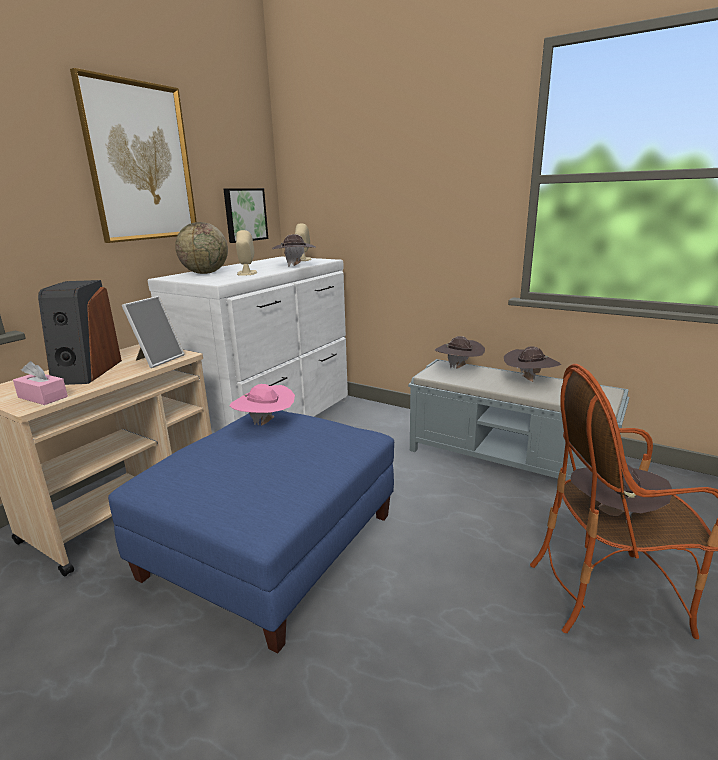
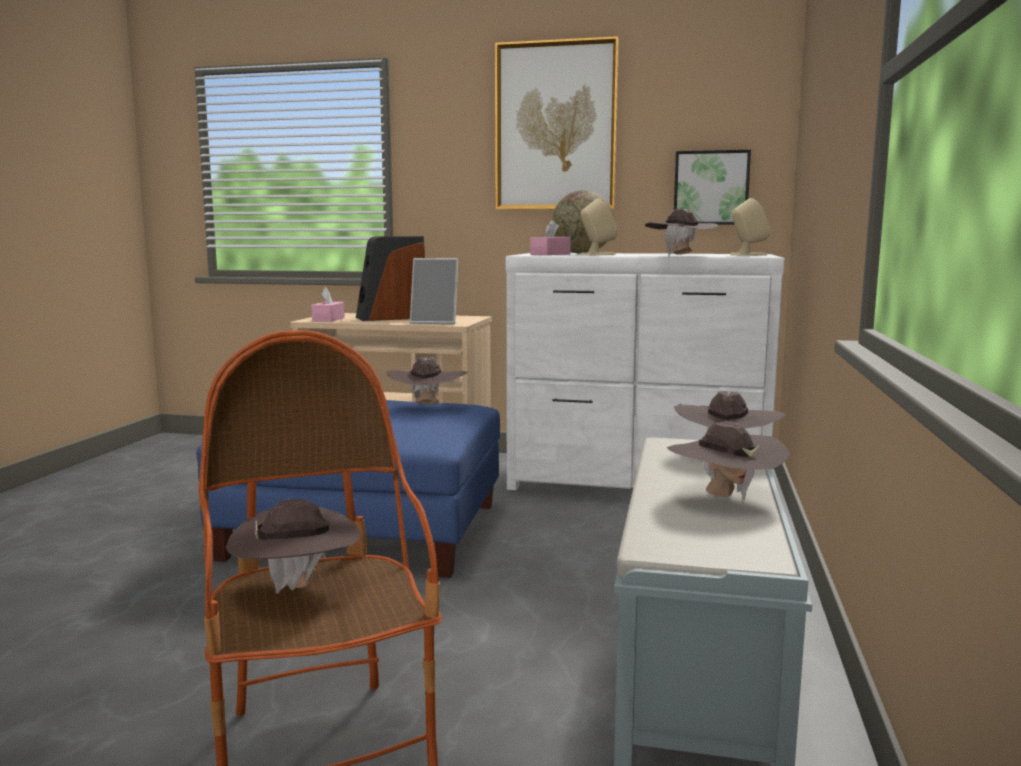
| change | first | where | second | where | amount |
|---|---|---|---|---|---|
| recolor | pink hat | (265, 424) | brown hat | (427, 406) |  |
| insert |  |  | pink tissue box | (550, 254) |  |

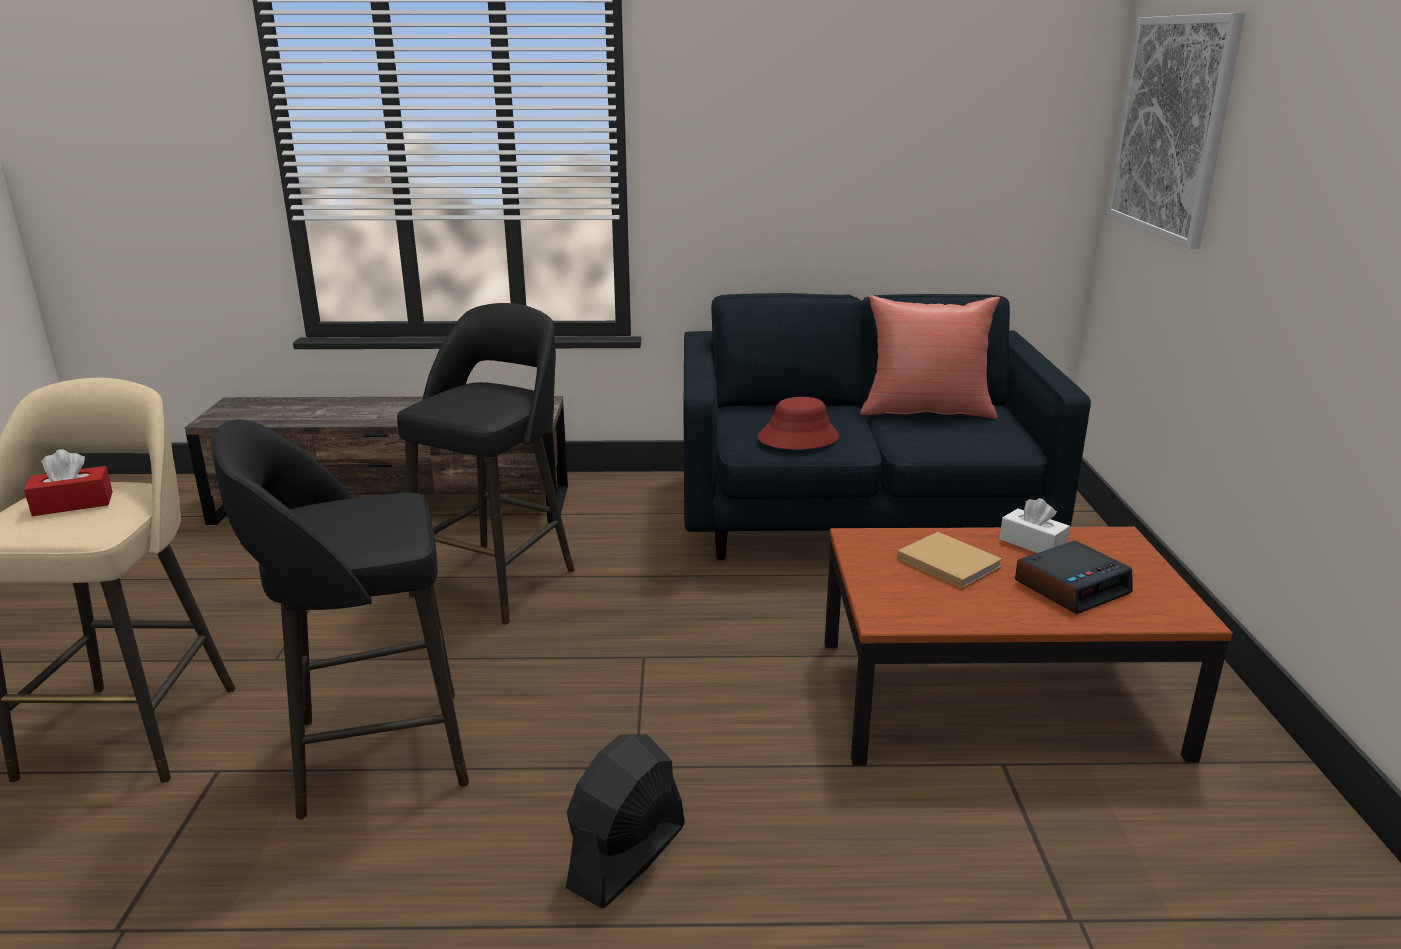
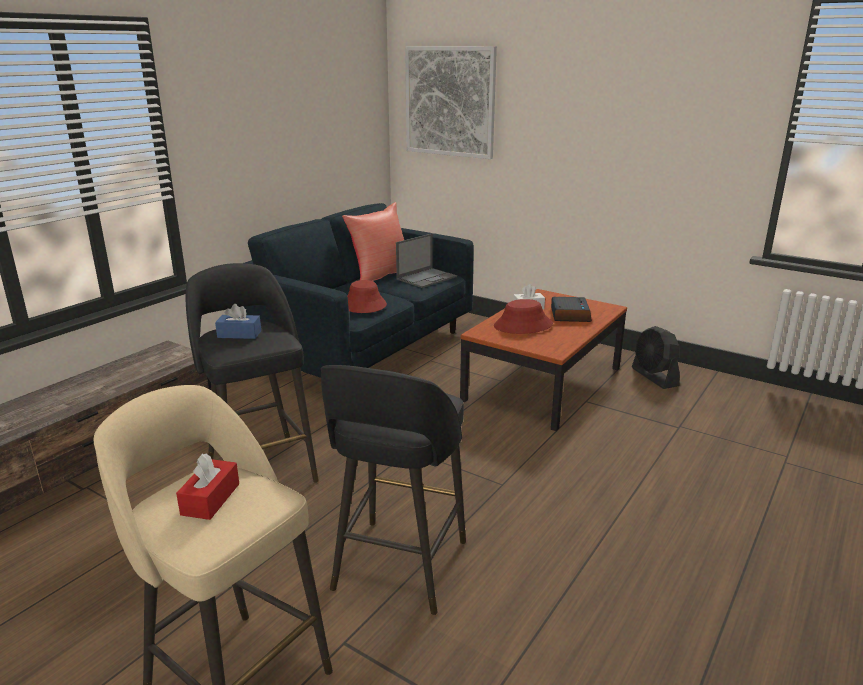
| change | first | where | second | where | amount |
|---|---|---|---|---|---|
| move | black fan | (627, 857) |  | (654, 377) |  |
| replace | beige book | (946, 562) | red hat | (523, 325) |  |
| insert |  |  | blue tissue box | (239, 334) |  |
| insert |  |  | laptop | (427, 278) |  |

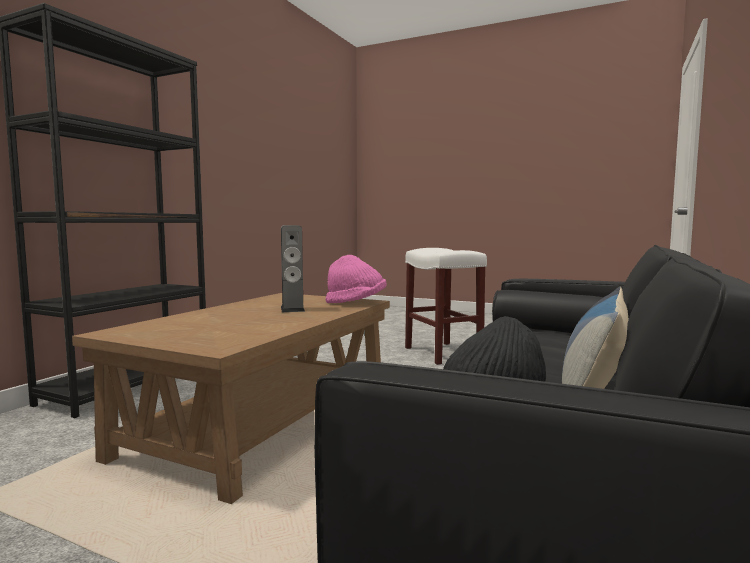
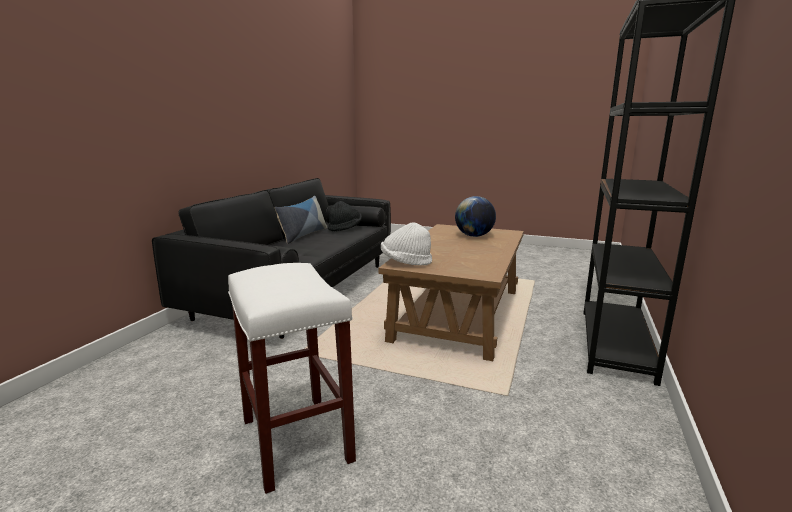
| change | first | where | second | where | amount |
|---|---|---|---|---|---|
| delete | speaker | (292, 309) |  |  |  |
| recolor | pink hat | (356, 302) | white hat | (406, 262) |  |
| insert |  |  | globe | (474, 236) |  |

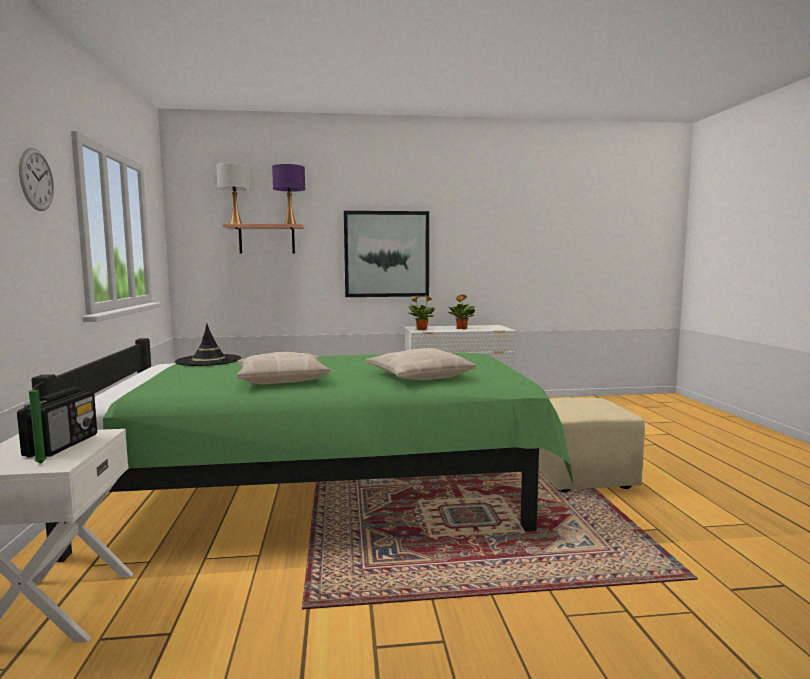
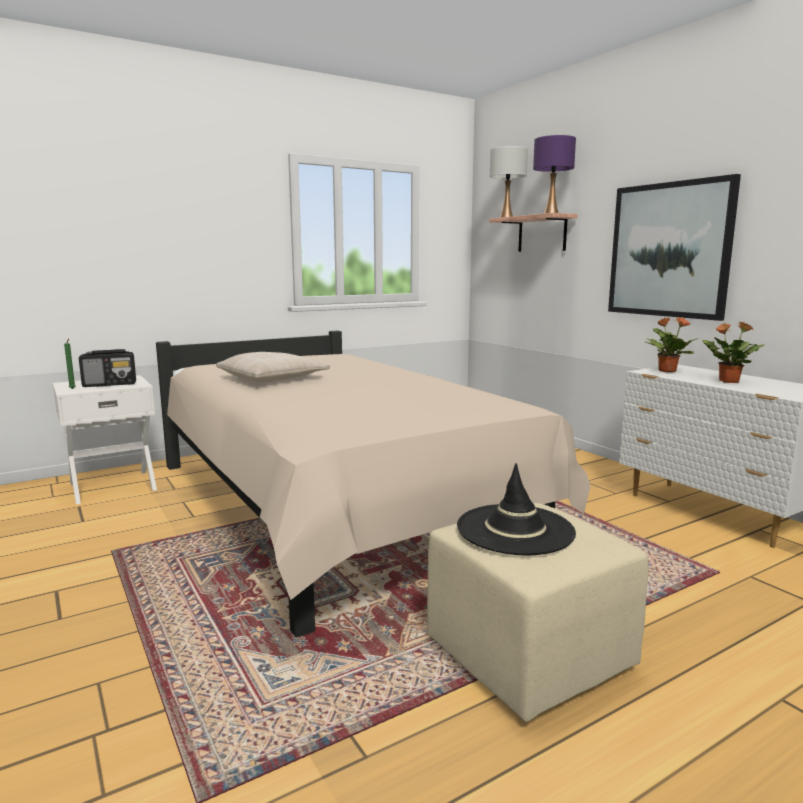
| change | first | where | second | where | amount |
|---|---|---|---|---|---|
| delete | wall clock | (36, 179) |  |  |  |
| recolor | green bed | (328, 490) | beige bed | (333, 508) |  |
| move | black hat | (209, 361) |  | (515, 530) |  |
| delete | beige pillow | (419, 376) |  |  |  |

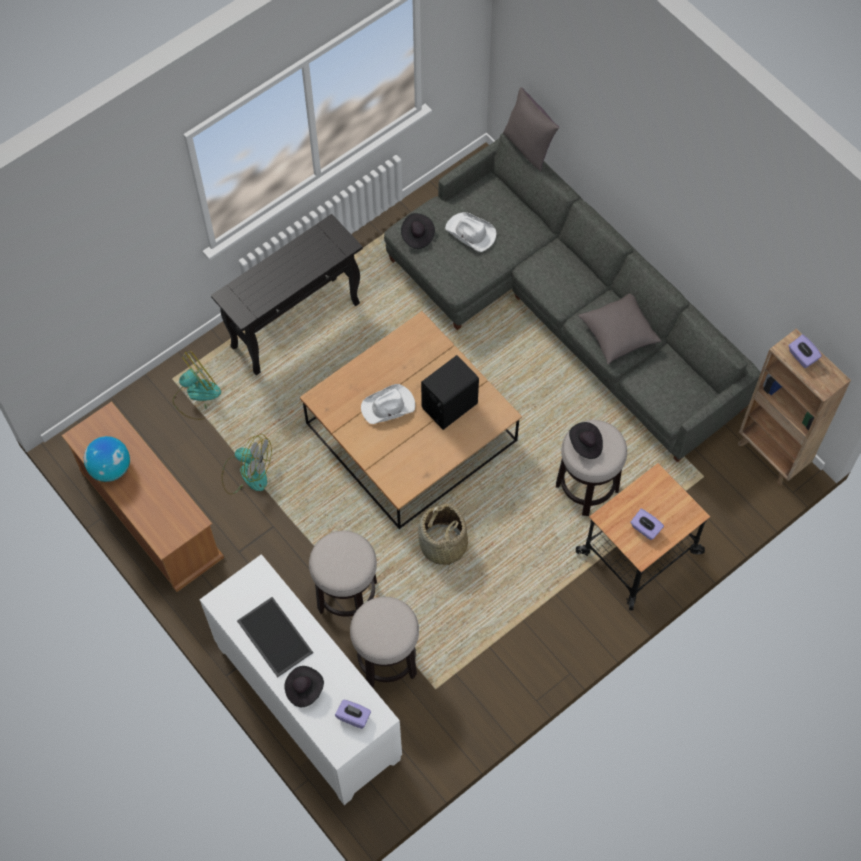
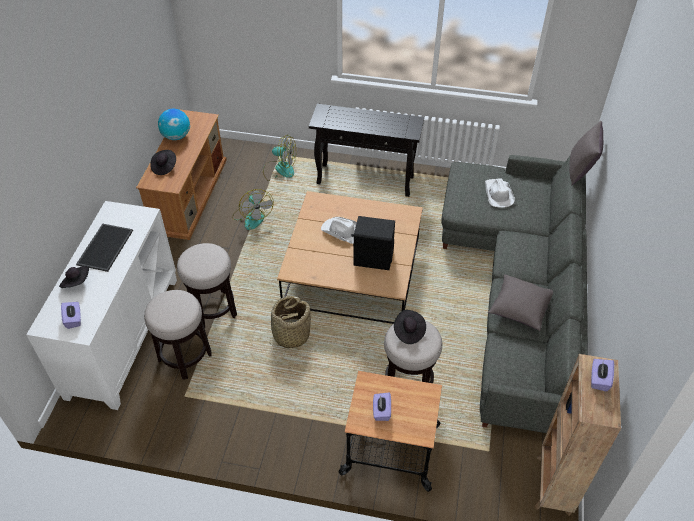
| change | first | where | second | where | amount |
|---|---|---|---|---|---|
| move | black hat | (417, 235) |  | (164, 167) |  |

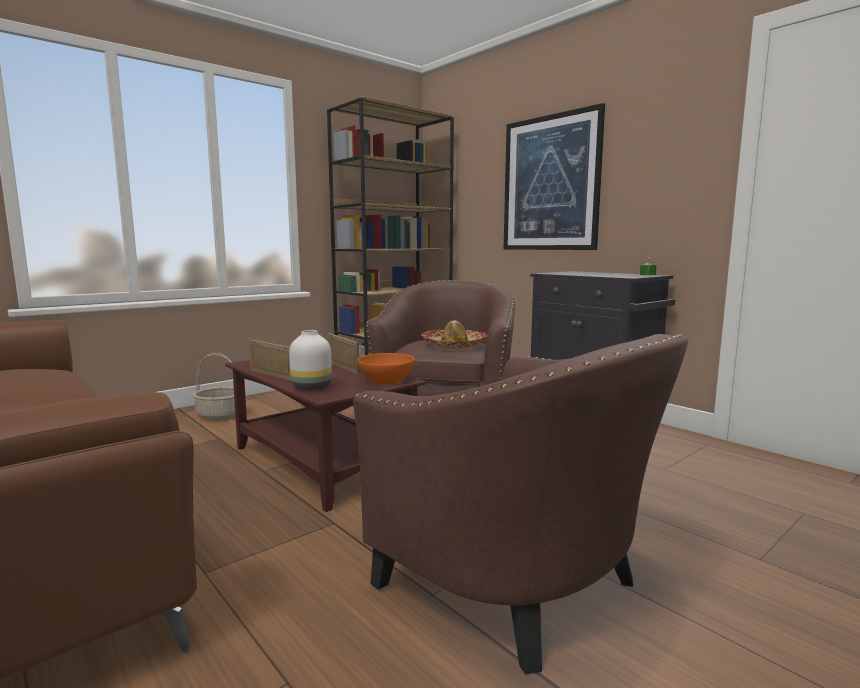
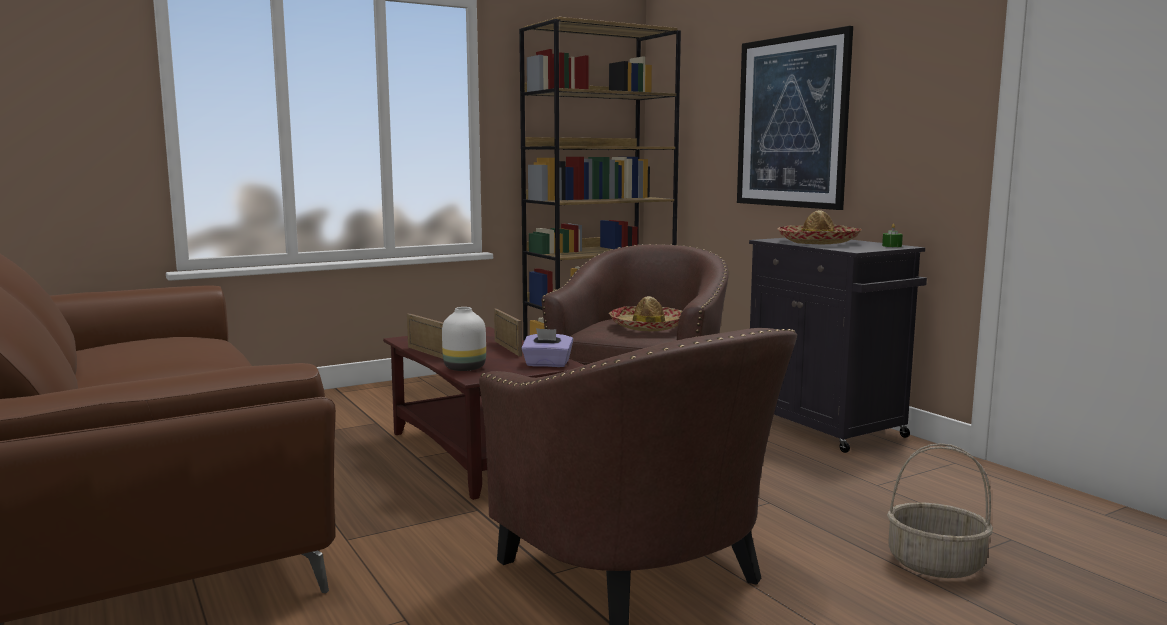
| change | first | where | second | where | amount |
|---|---|---|---|---|---|
| move | basket | (221, 415) |  | (936, 564) |  |
| replace | orange bowl | (386, 380) | purple tissue box | (547, 364) |  |
| insert |  |  | hat | (818, 242) |  |

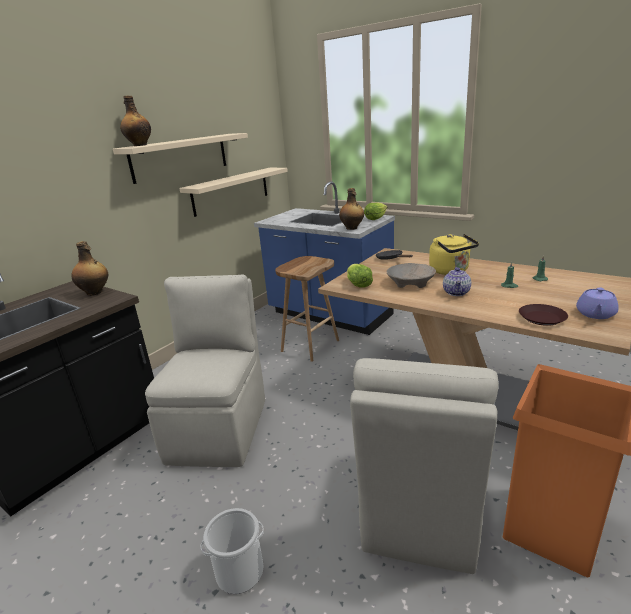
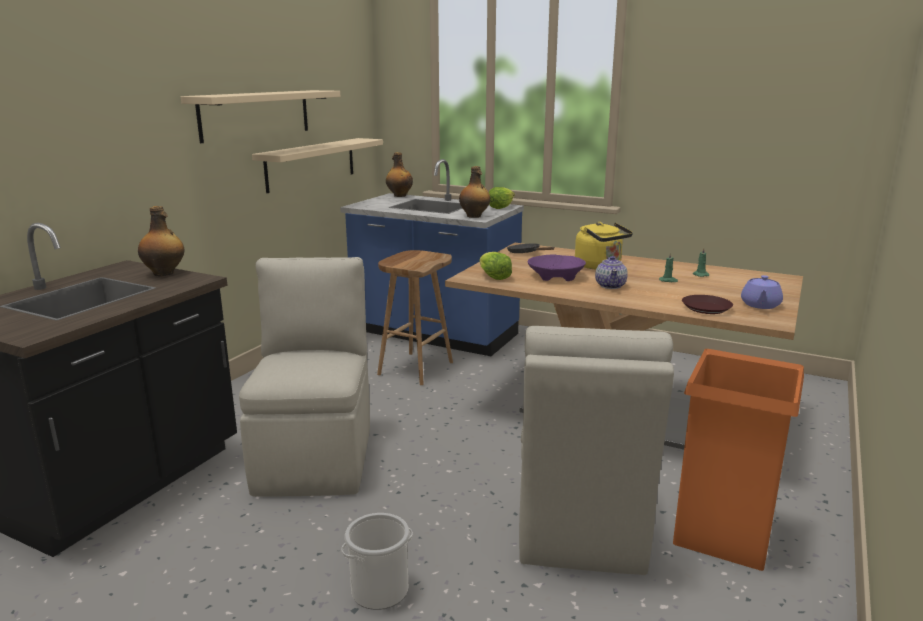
| change | first | where | second | where | amount |
|---|---|---|---|---|---|
| move | bottle | (139, 145) |  | (399, 195) |  |
| recolor | beige bowl | (410, 282) | purple bowl | (555, 276) |  |

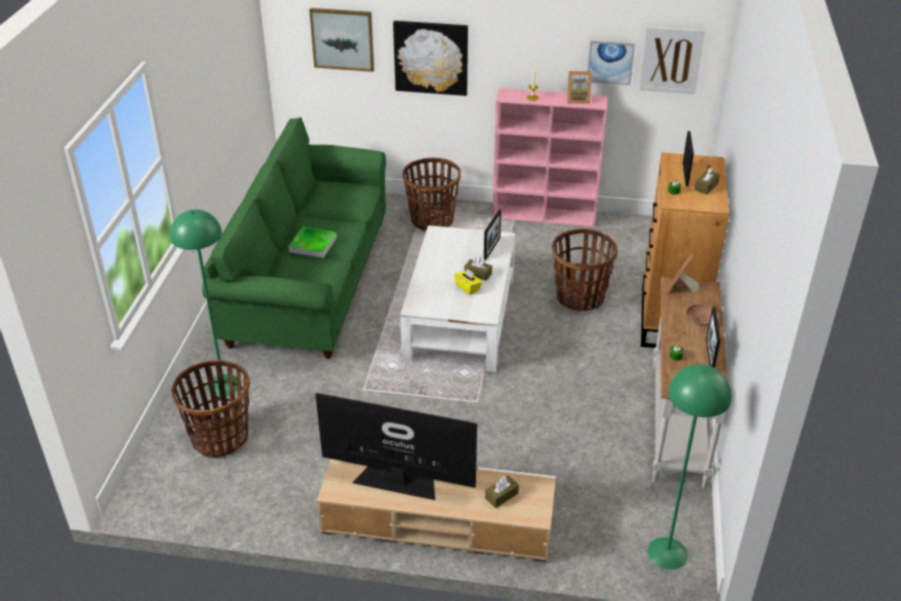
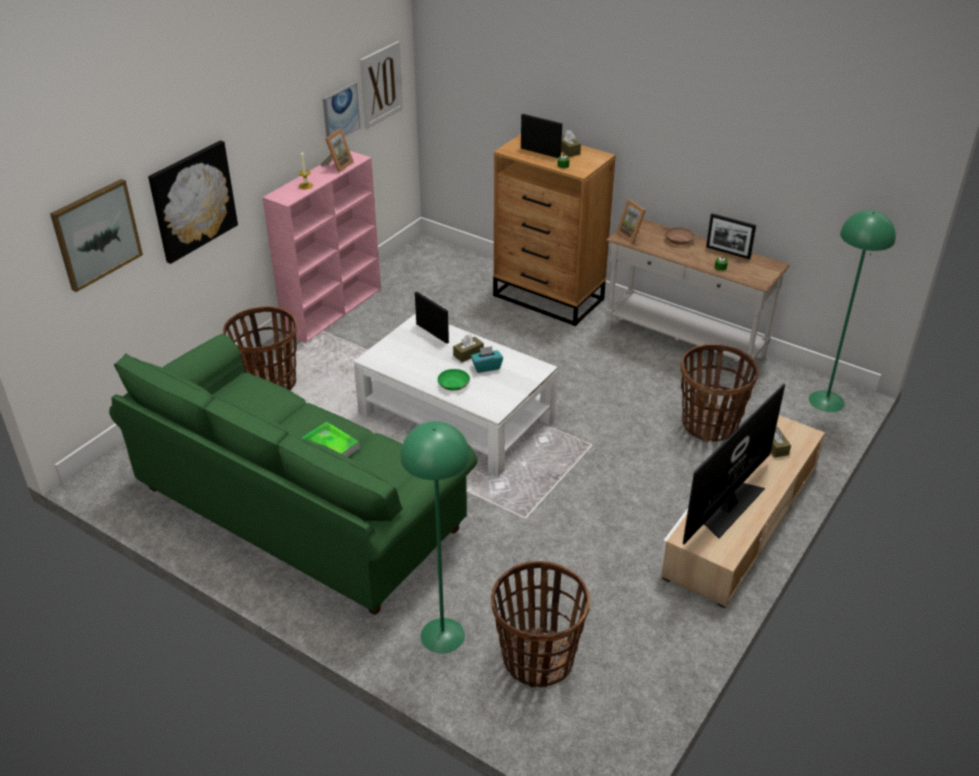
| change | first | where | second | where | amount |
|---|---|---|---|---|---|
| recolor | yellow tissue box | (468, 287) | turquoise tissue box | (486, 367) |  |
| move | basket | (580, 297) |  | (710, 424) |  |
| insert |  |  | green bowl | (453, 384) |  |

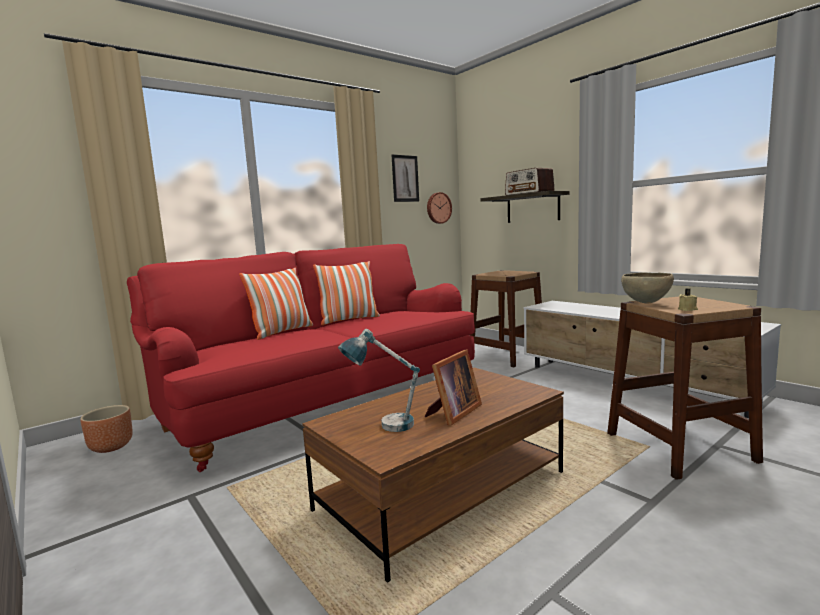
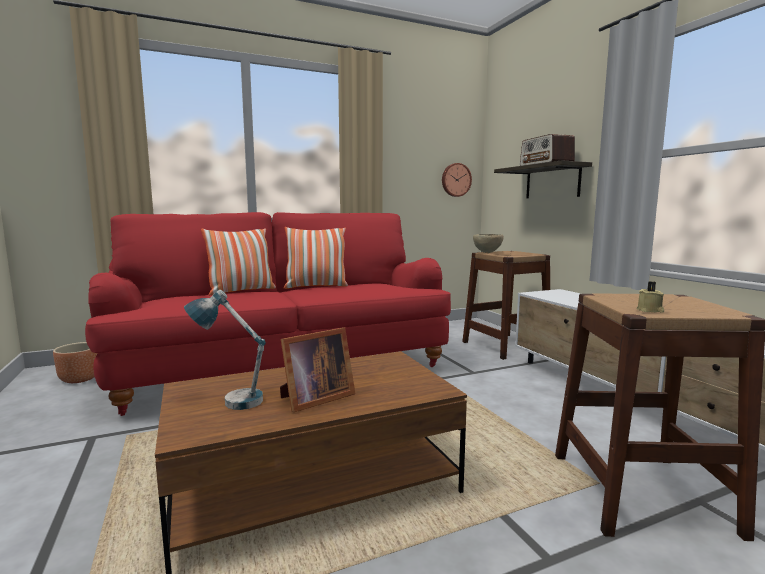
| change | first | where | second | where | amount |
|---|---|---|---|---|---|
| delete | picture | (405, 178) |  |  |  |
| move | brown bowl | (646, 303) |  | (487, 253) |  |

